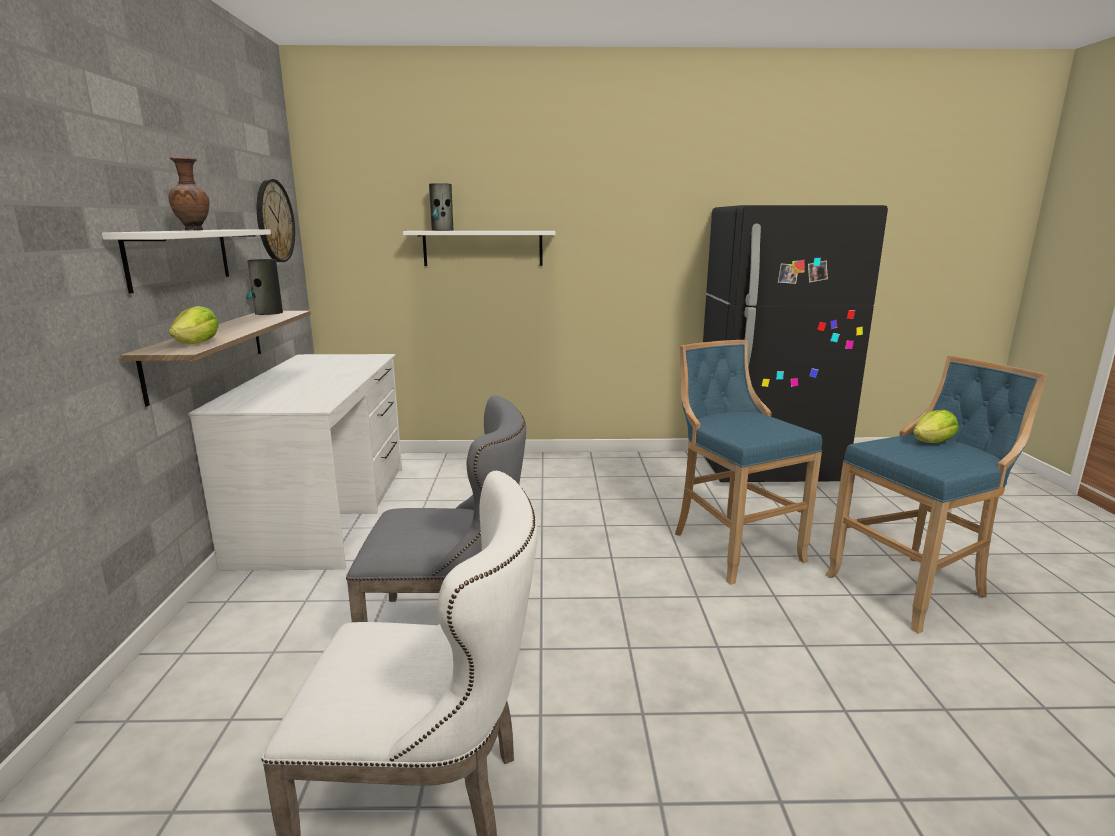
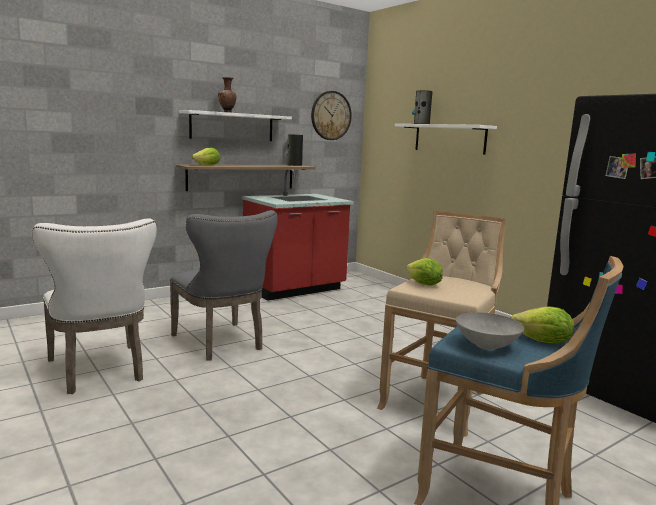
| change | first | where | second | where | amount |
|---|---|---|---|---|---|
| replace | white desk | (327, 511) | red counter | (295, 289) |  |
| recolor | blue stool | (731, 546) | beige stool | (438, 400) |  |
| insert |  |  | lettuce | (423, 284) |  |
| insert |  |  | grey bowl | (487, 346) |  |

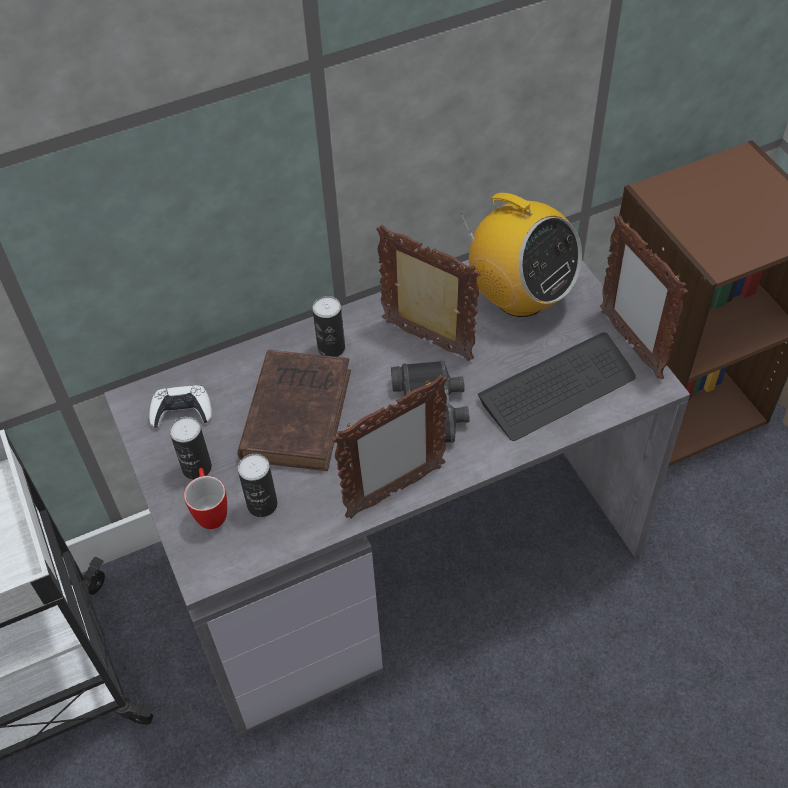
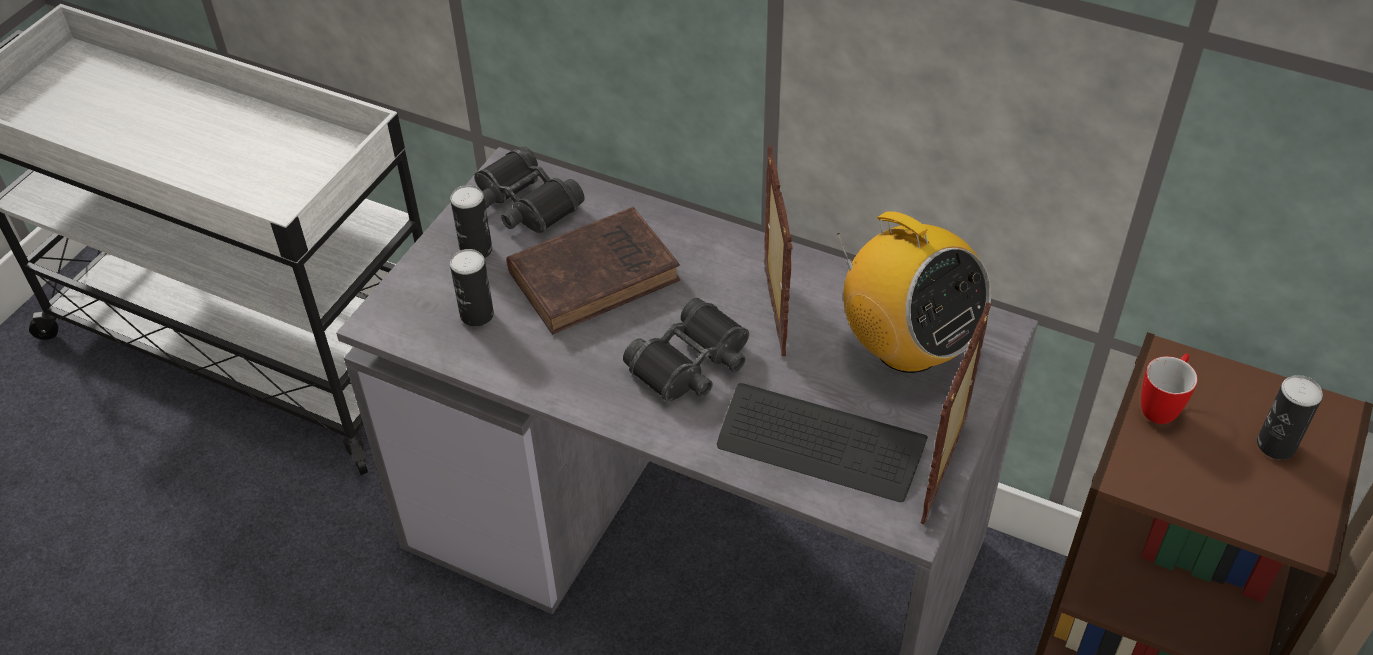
| change | first | where | second | where | amount |
|---|---|---|---|---|---|
| replace | white game controller | (182, 411) | black binoculars | (525, 203) |  |
| move | mug | (211, 511) |  | (1162, 405) |  |
| move | can | (331, 348) |  | (1276, 445) |  |
| delete | picture frame | (394, 491) |  |  |  |
| rotate | radio | (519, 297) |  | (906, 347) | 45 degrees counterclockwise |

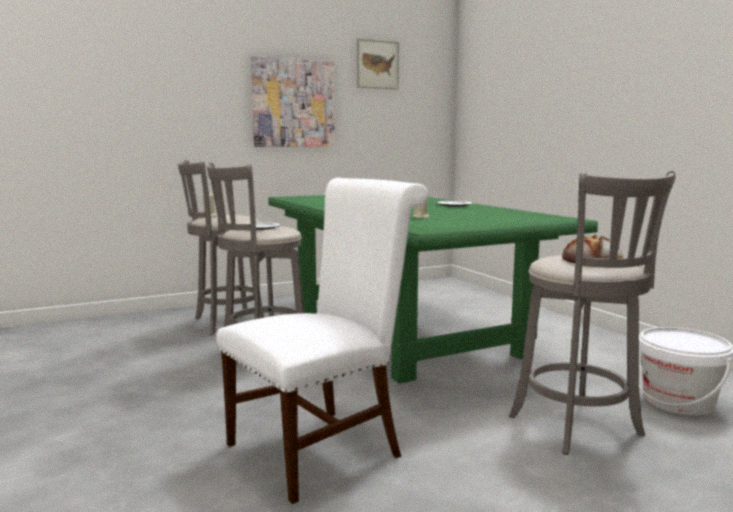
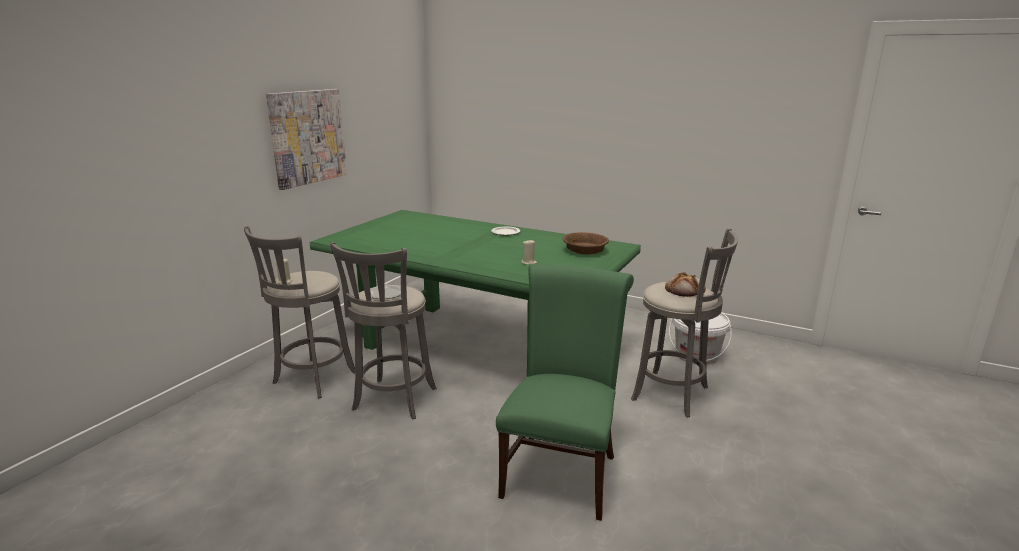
| change | first | where | second | where | amount |
|---|---|---|---|---|---|
| recolor | white chair | (323, 447) | green chair | (561, 471) |  |
| delete | picture | (377, 64) |  |  |  |
| insert |  |  | brown bowl | (585, 251) |  |

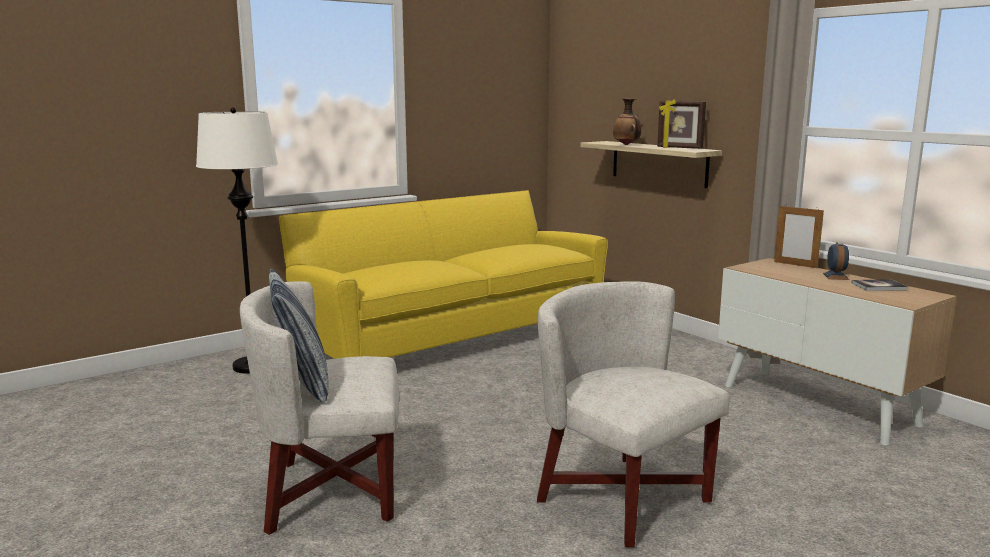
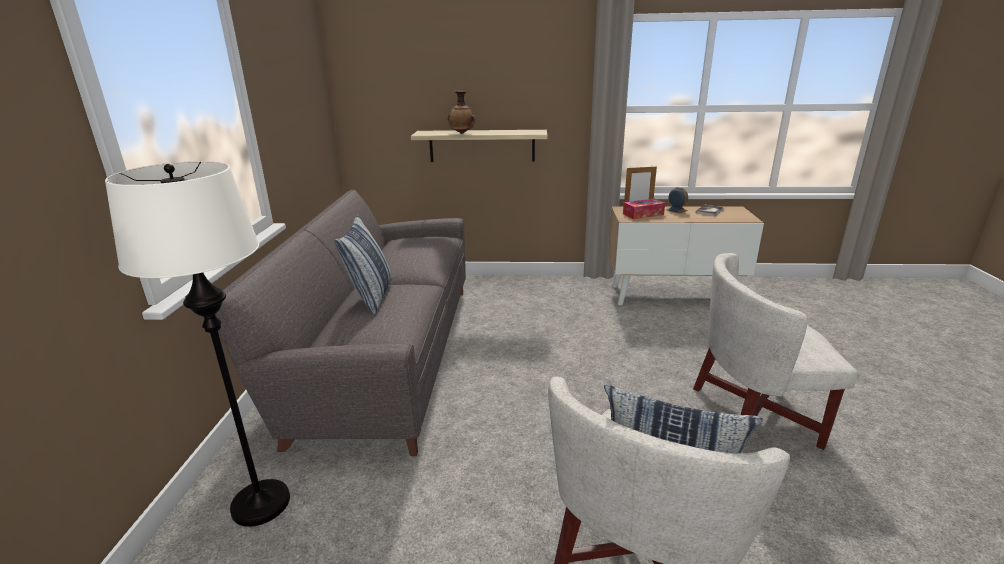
| change | first | where | second | where | amount |
|---|---|---|---|---|---|
| recolor | yellow sofa | (451, 336) | grey sofa | (384, 353) |  |
| delete | picture frame | (679, 148) |  |  |  |
| insert |  |  | pillow | (371, 297) |  |
| insert |  |  | tissue box | (643, 214) |  |

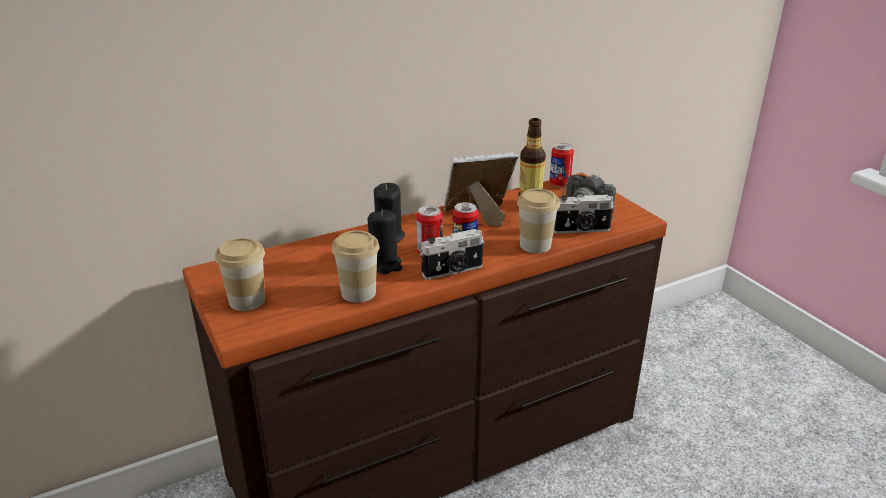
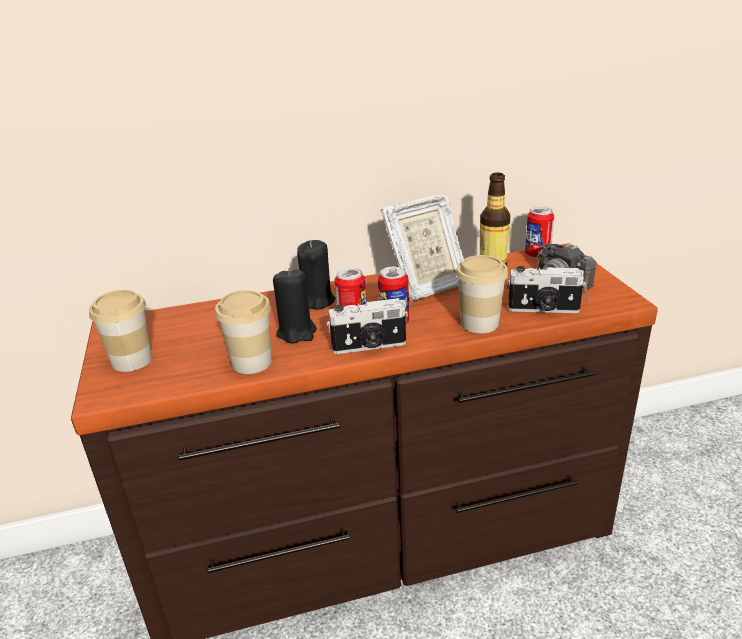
| change | first | where | second | where | amount |
|---|---|---|---|---|---|
| rotate | picture frame | (478, 217) |  | (426, 286) | 150 degrees clockwise |

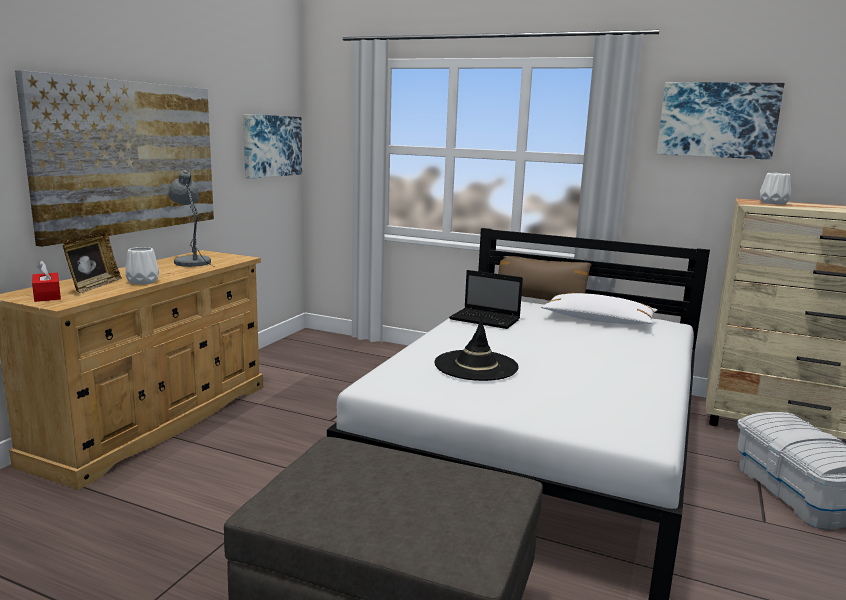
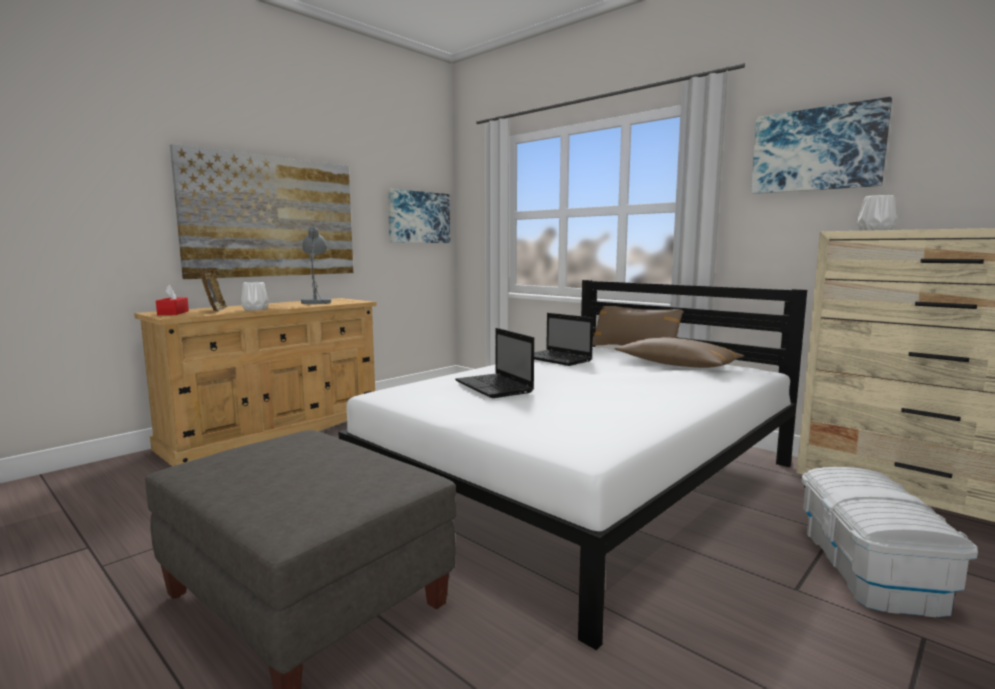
| change | first | where | second | where | amount |
|---|---|---|---|---|---|
| rotate | picture frame | (94, 286) |  | (215, 310) | 45 degrees counterclockwise |
| replace | black hat | (476, 366) | laptop | (495, 387) |  |
| recolor | white pillow | (598, 320) | brown pillow | (676, 365) |  |

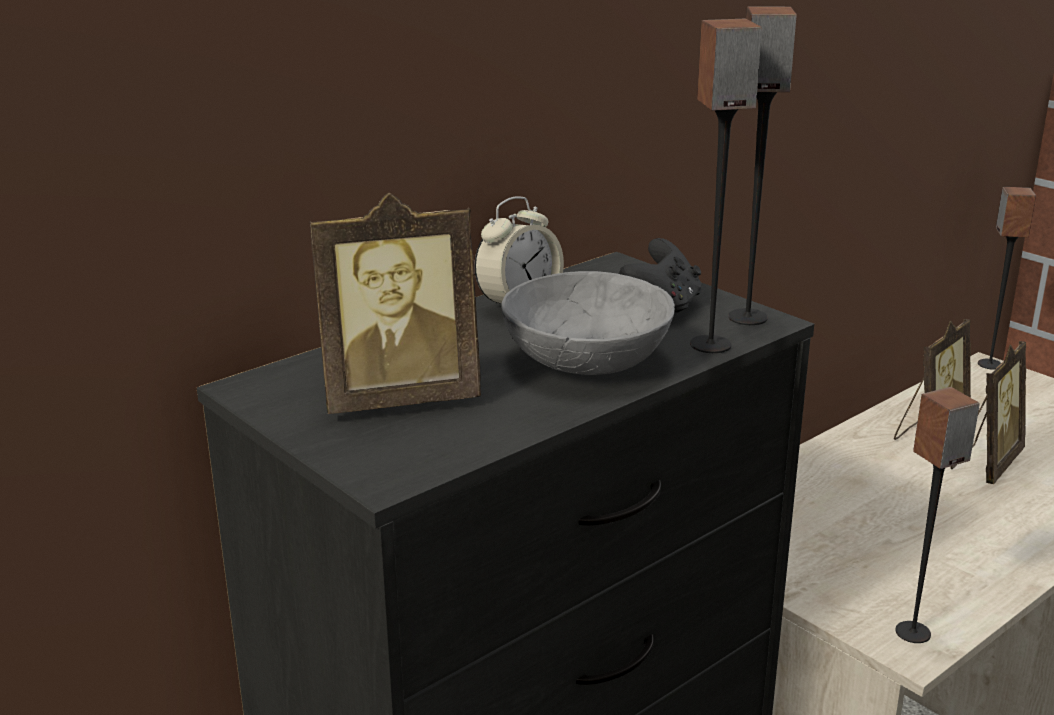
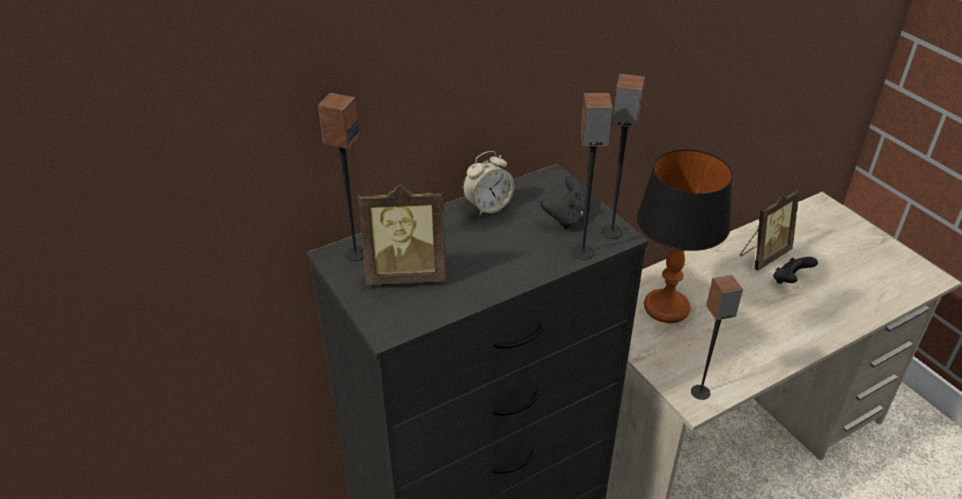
| change | first | where | second | where | amount |
|---|---|---|---|---|---|
| delete | grey bowl | (585, 359) |  |  |  |
| replace | picture frame | (985, 463) | black game controller | (790, 280) |  |
| move | speaker | (989, 364) |  | (355, 253) |  |
| insert |  |  | table lamp | (666, 307) |  |

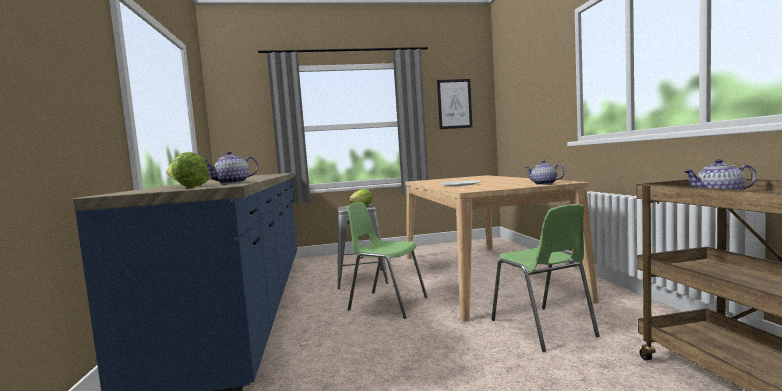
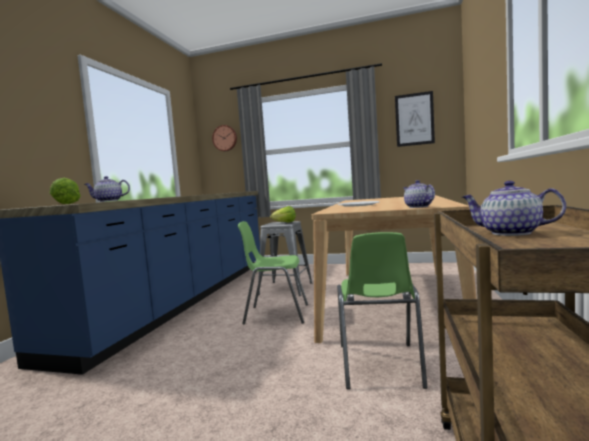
| change | first | where | second | where | amount |
|---|---|---|---|---|---|
| rotate | green chair | (387, 304) |  | (276, 314) | 45 degrees counterclockwise |
| insert |  |  | wall clock | (225, 138) |  |

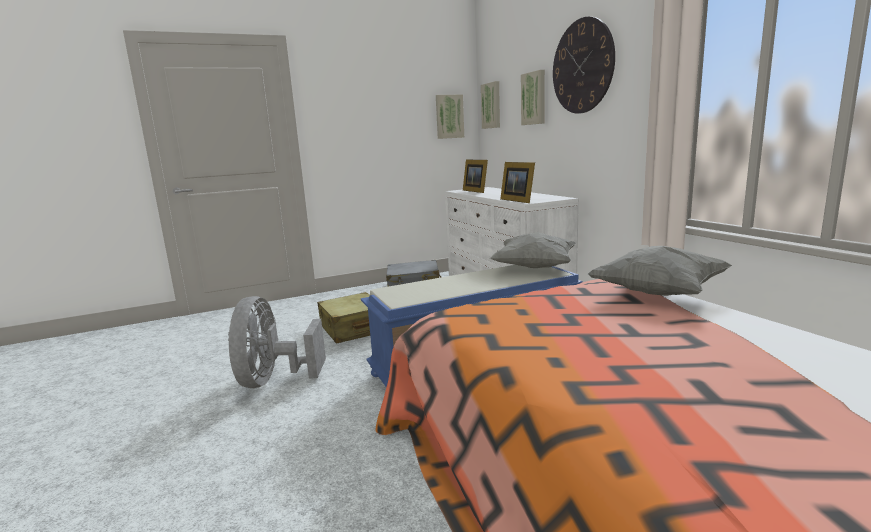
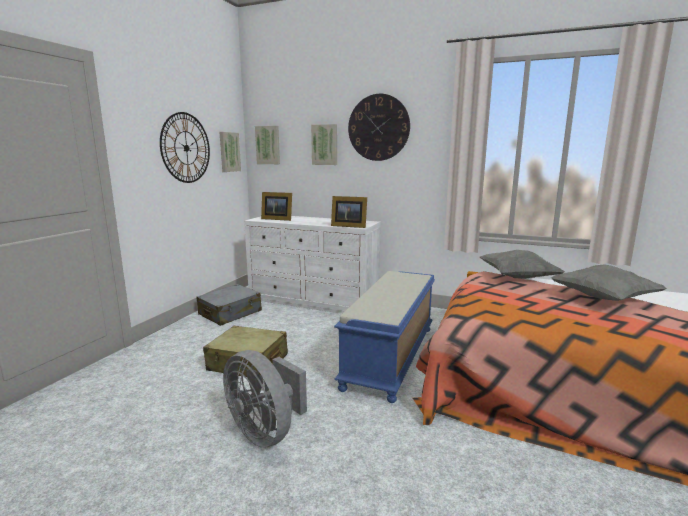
| change | first | where | second | where | amount |
|---|---|---|---|---|---|
| move | grey pillow | (534, 268) |  | (603, 299) |  |
| insert |  |  | wall clock | (186, 148) |  |

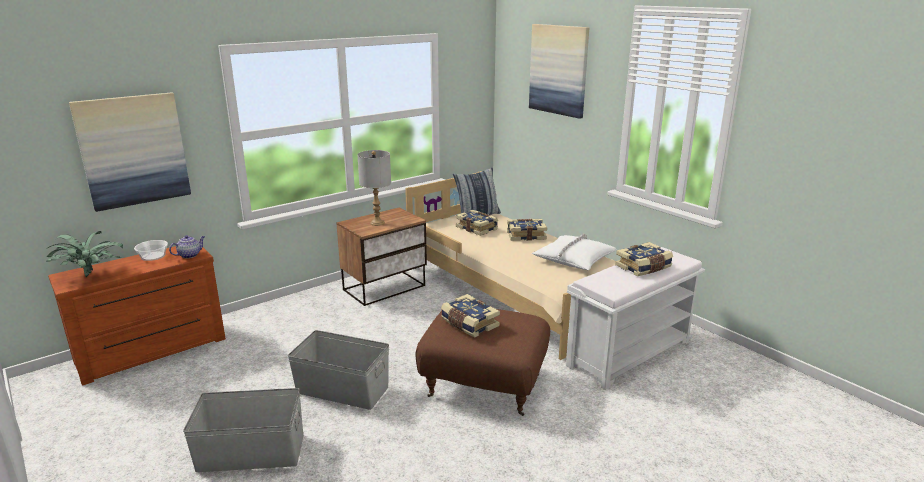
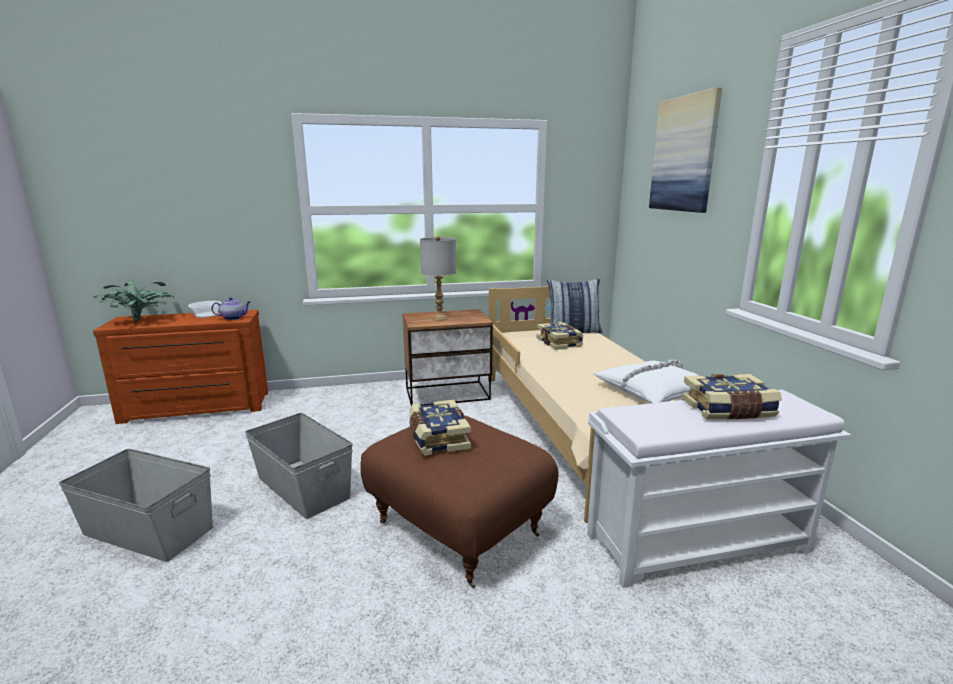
| change | first | where | second | where | amount |
|---|---|---|---|---|---|
| delete | picture | (133, 150) |  |  |  |
| delete | book | (526, 235) |  |  |  |

